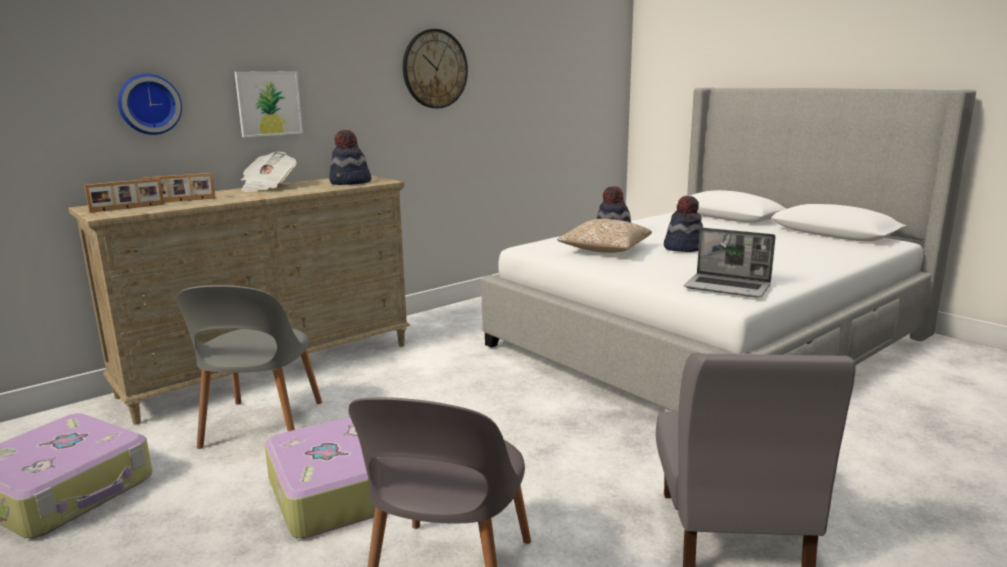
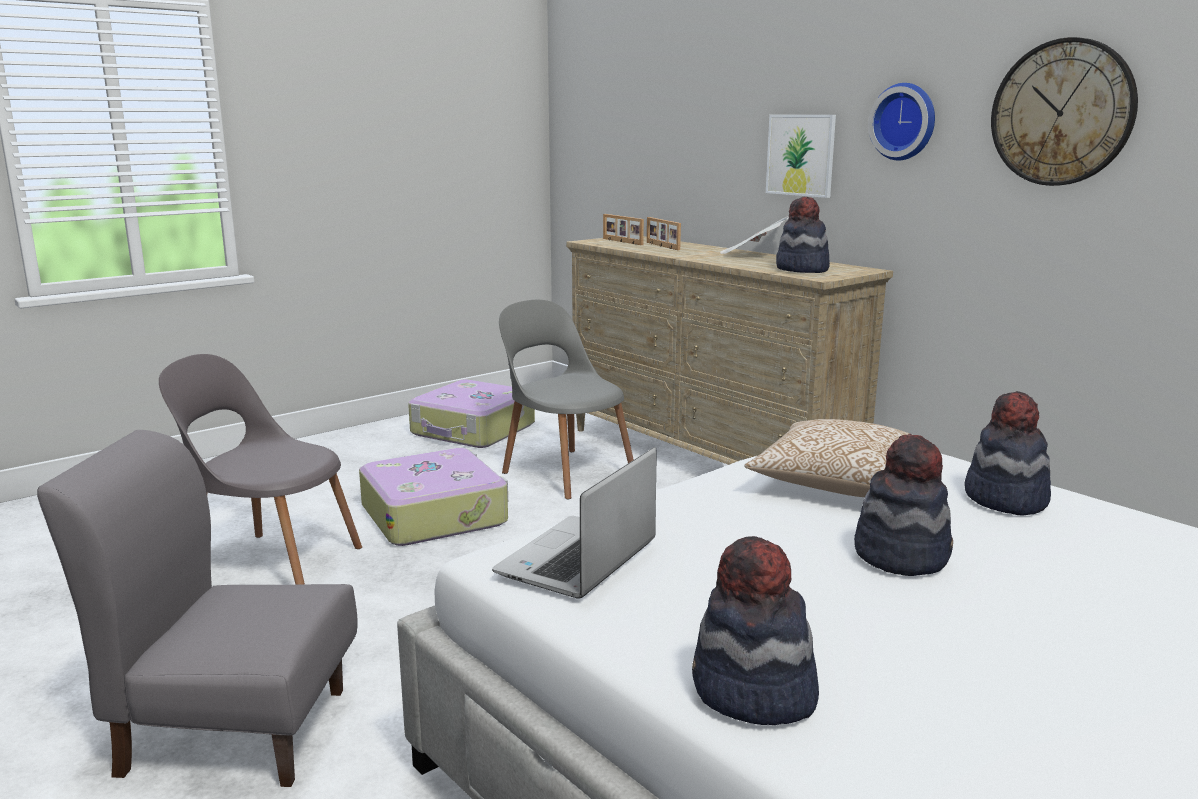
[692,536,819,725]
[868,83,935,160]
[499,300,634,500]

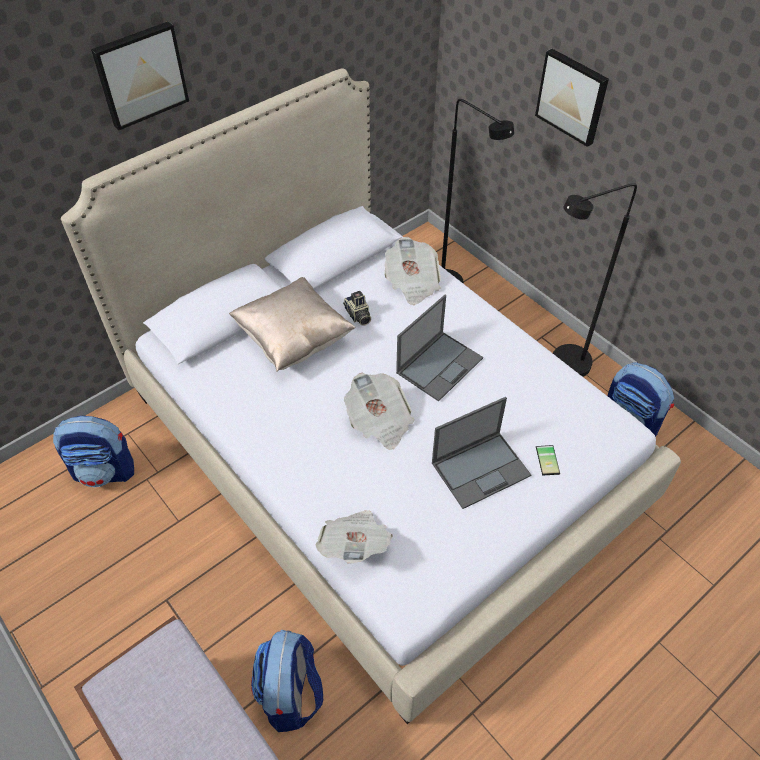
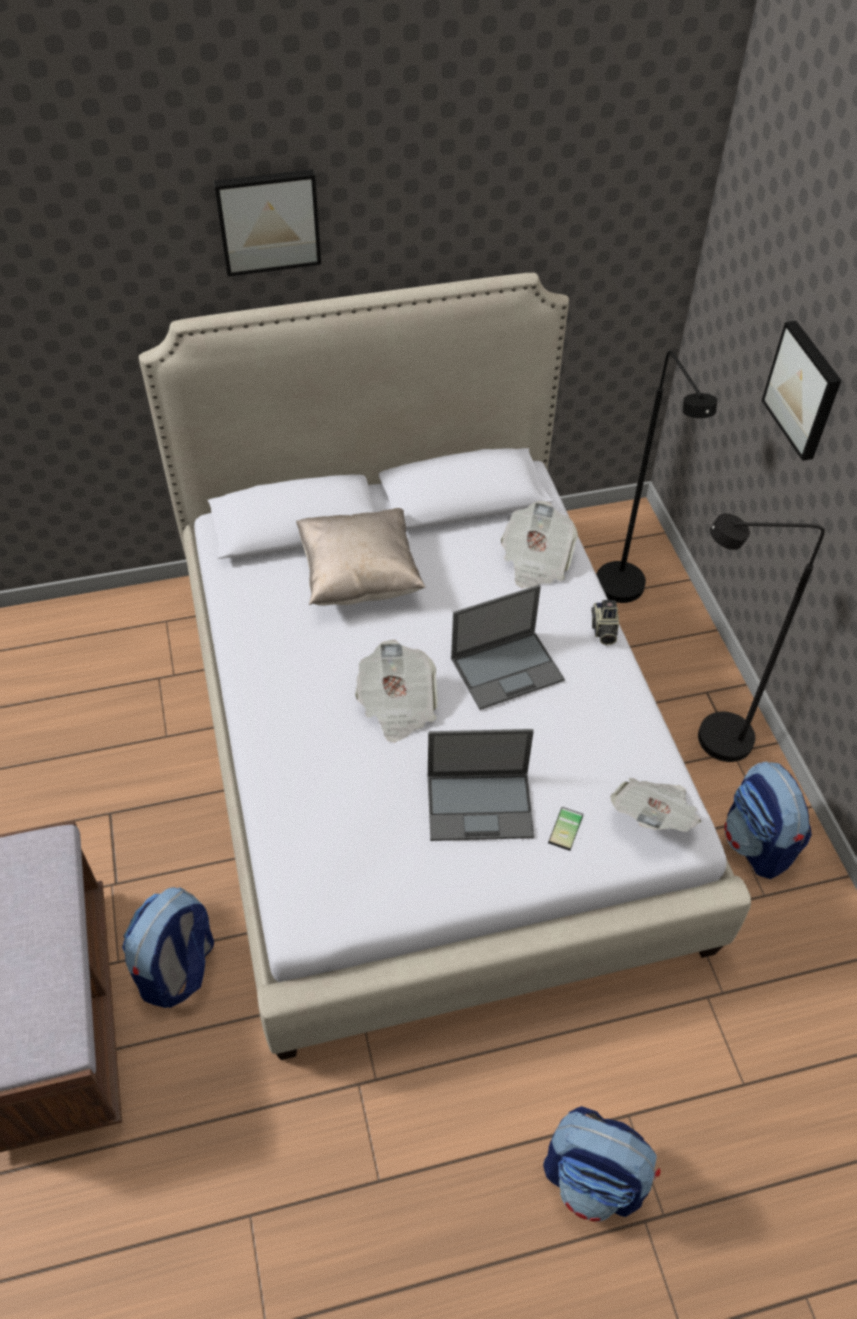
[543,1106,660,1222]
[610,778,701,832]
[591,600,619,645]

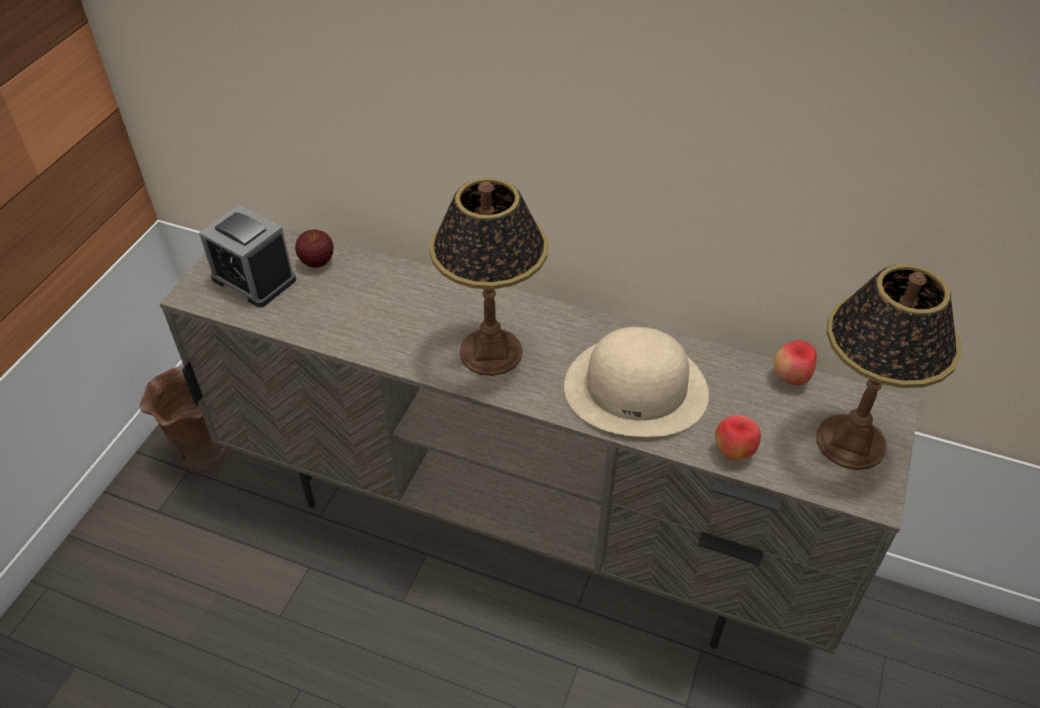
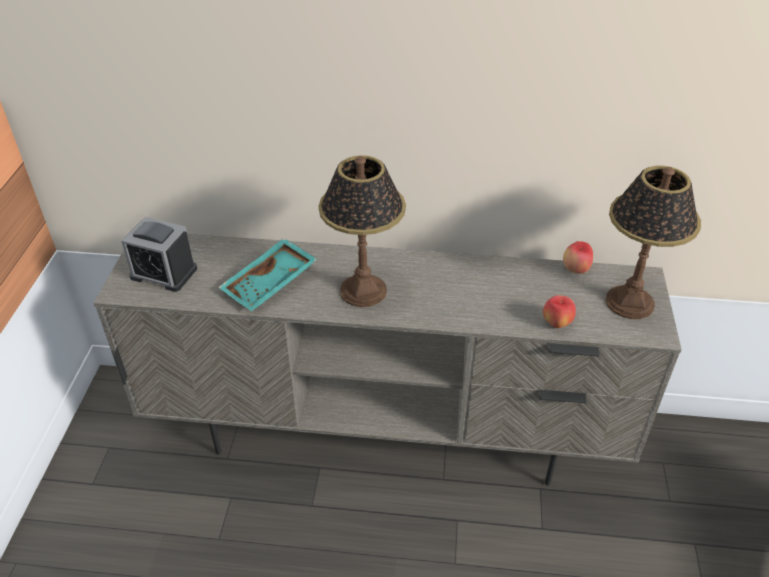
[140,366,229,473] (first image)
[295,230,334,268] (first image)
[564,327,709,437] (first image)
[218,238,318,311]

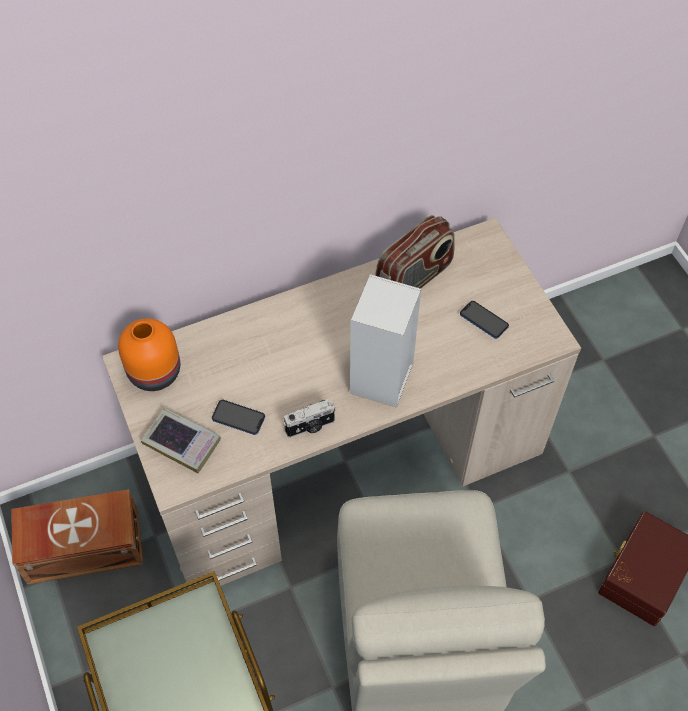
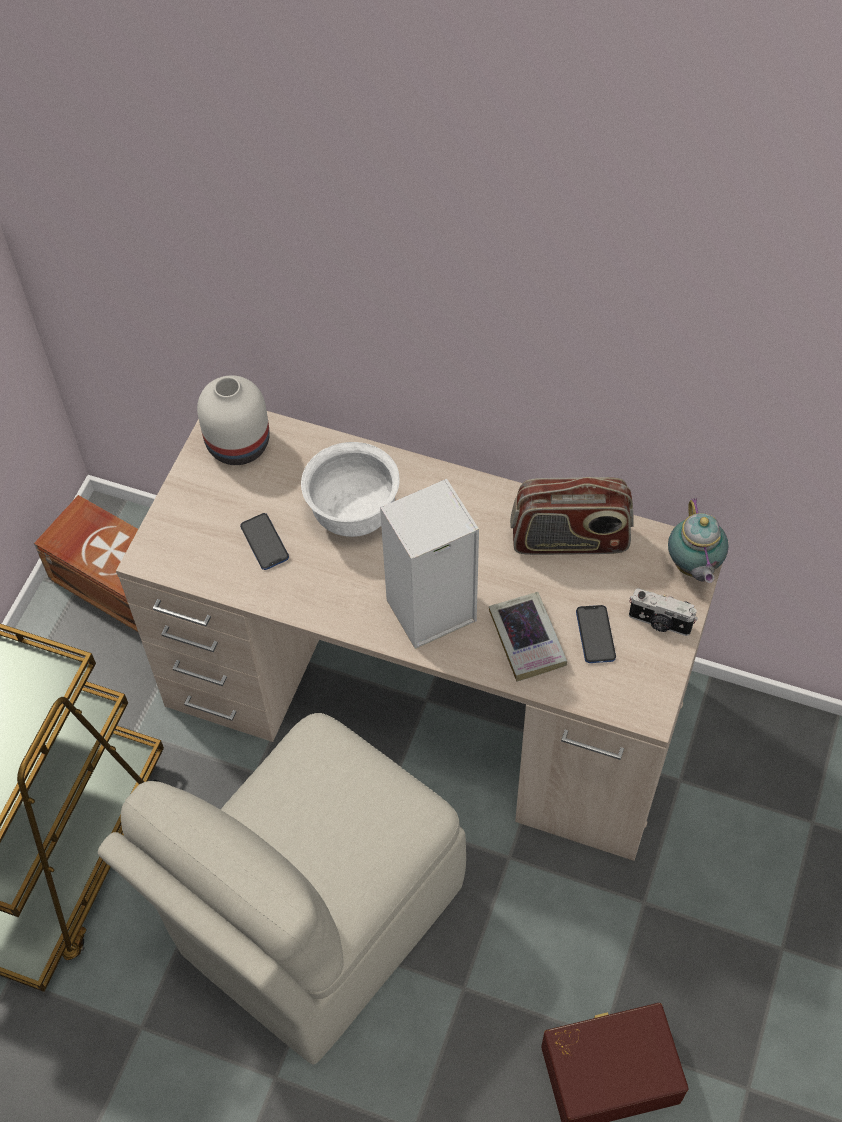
[301,442,400,537]
[668,498,728,583]
[489,592,567,682]
[629,588,698,636]
[197,375,270,465]

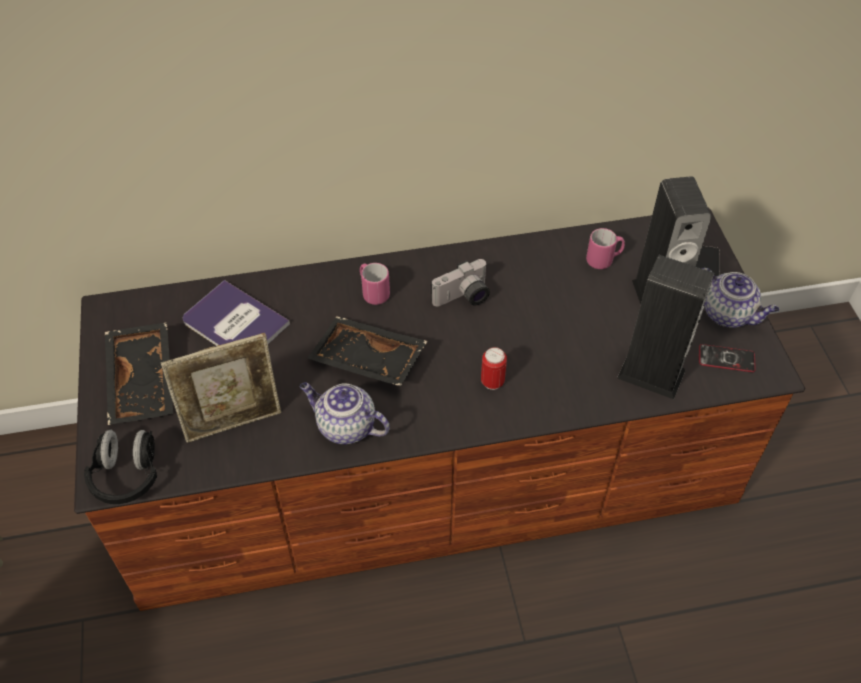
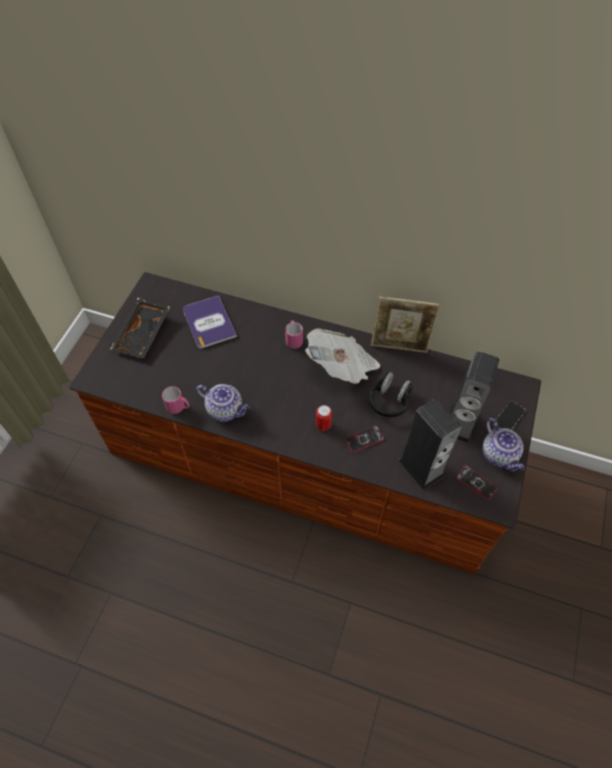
[307,316,428,386] (first image)
[345,426,385,453]
[368,372,413,417]
[371,296,441,353]
[162,386,189,414]
[305,328,380,384]
[196,384,250,422]

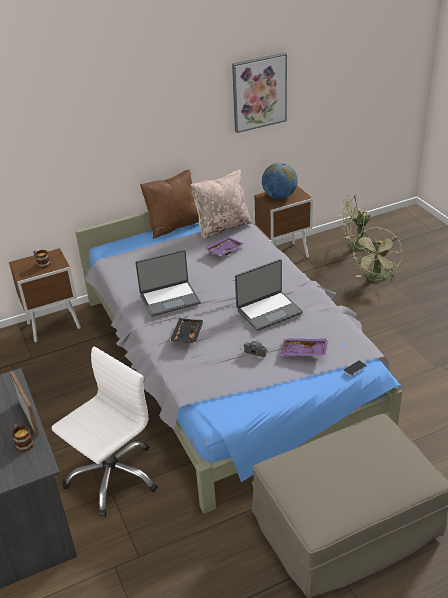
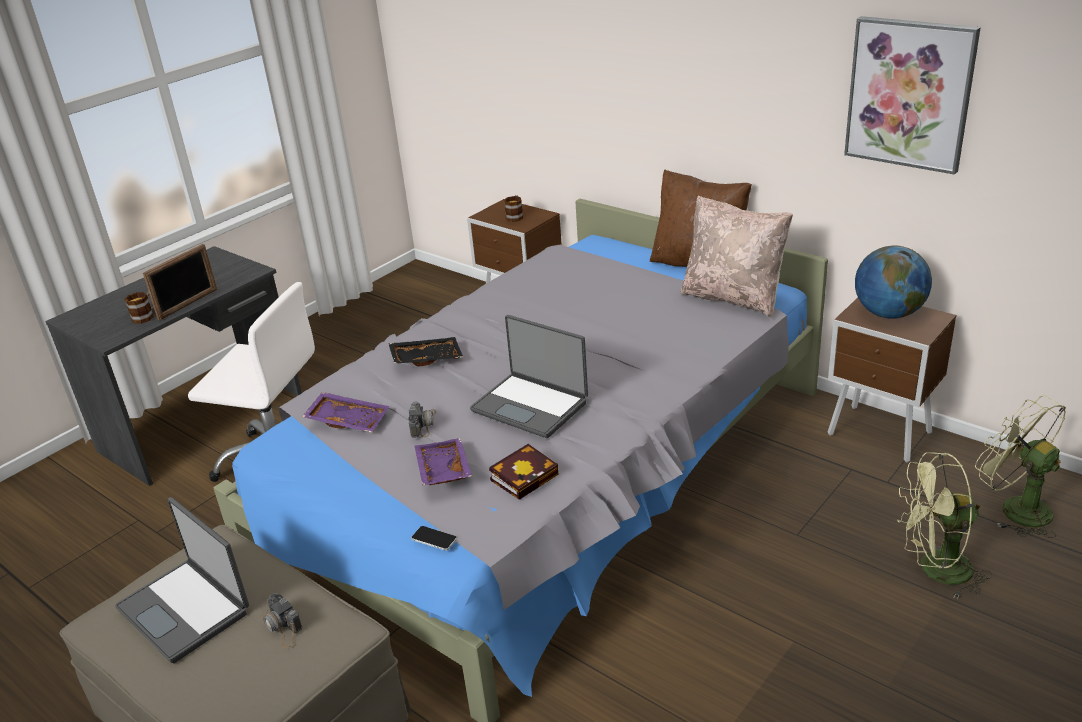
[262,593,302,648]
[489,444,559,500]
[115,497,249,663]
[302,392,390,433]

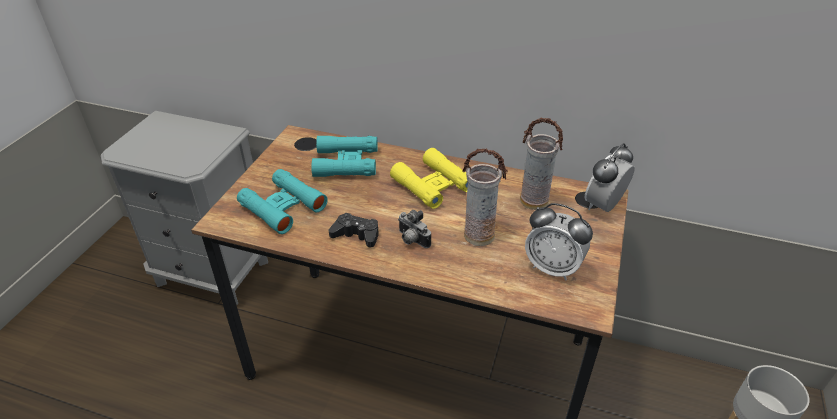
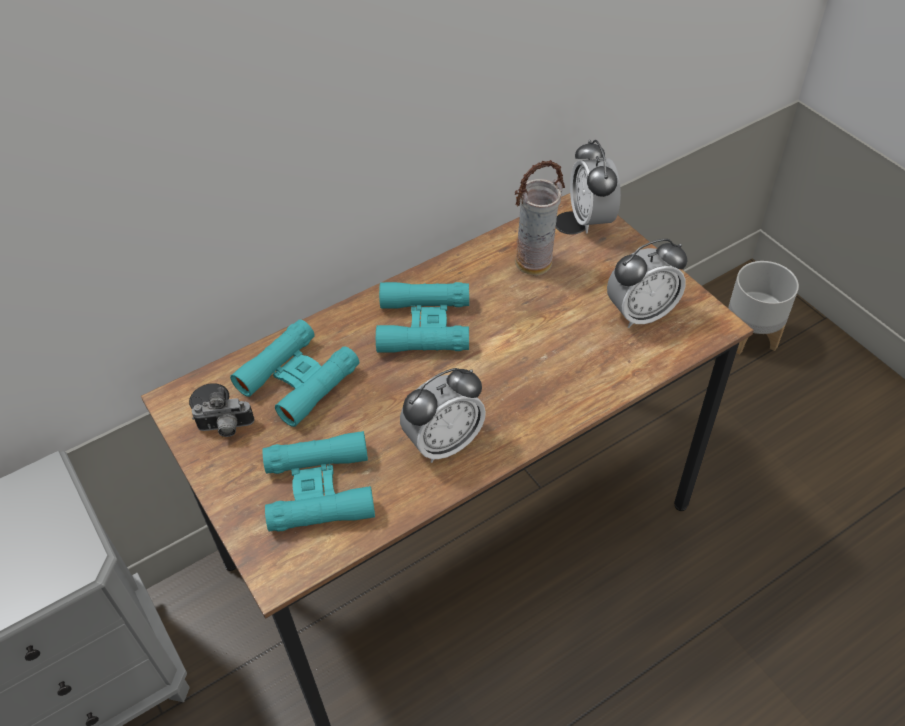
[462,149,508,246] (first image)
[192,387,255,437]
[400,368,486,463]
[376,282,469,353]

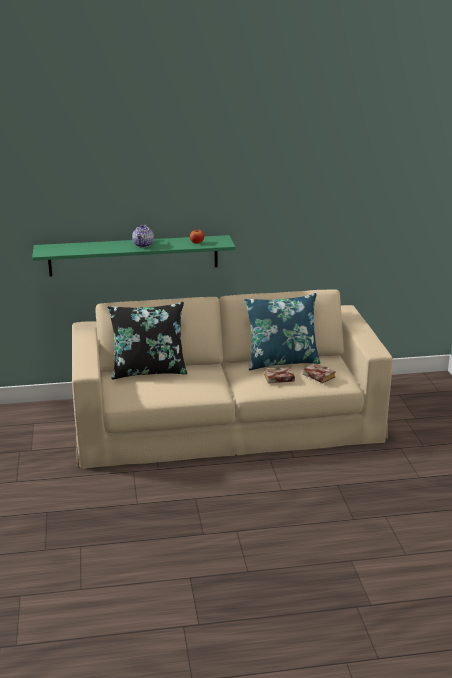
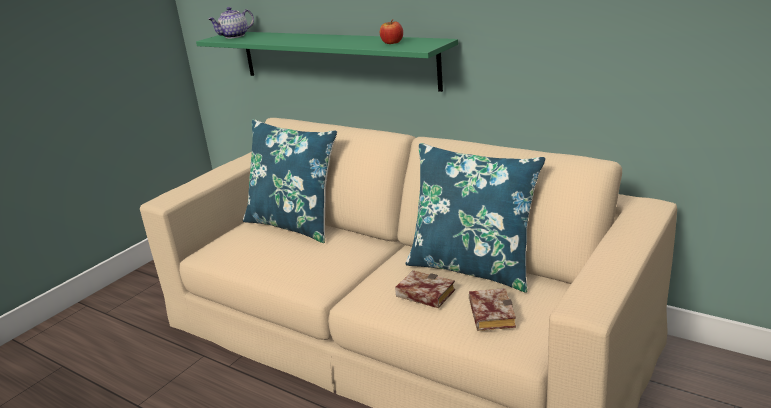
[208,7,254,39]
[243,119,337,243]

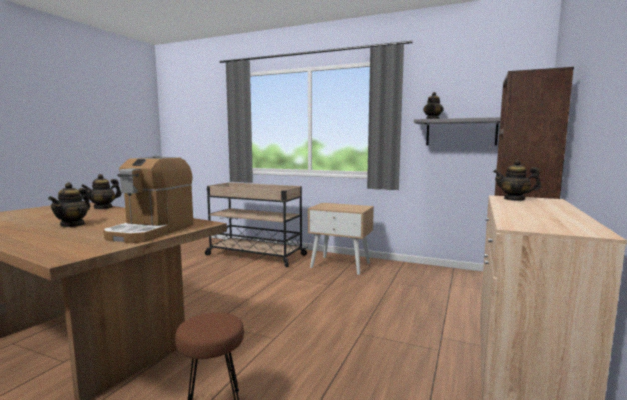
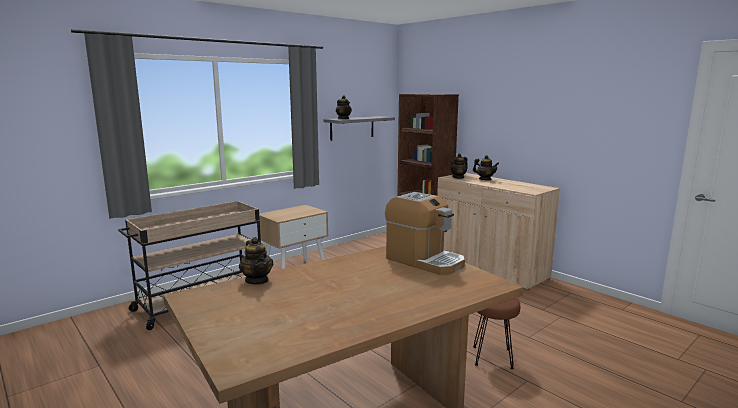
[473,155,499,180]

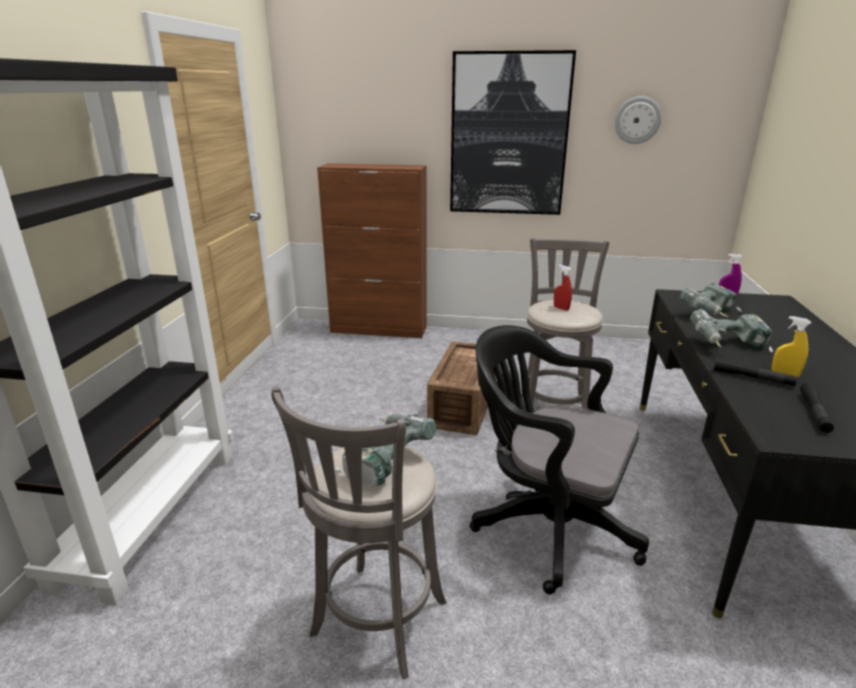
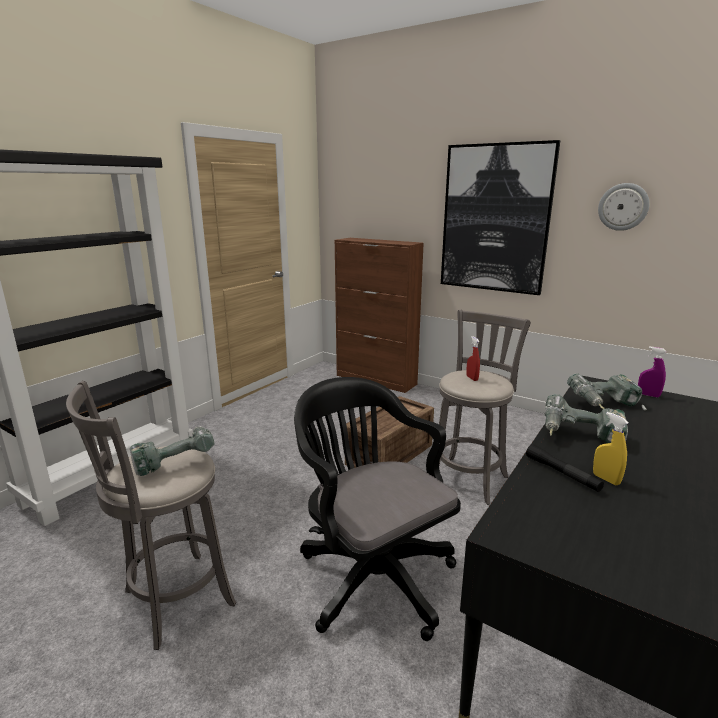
[800,382,834,433] (first image)

